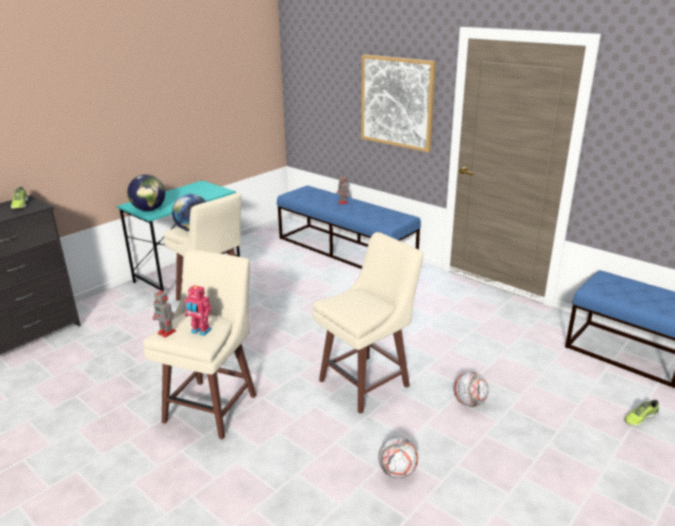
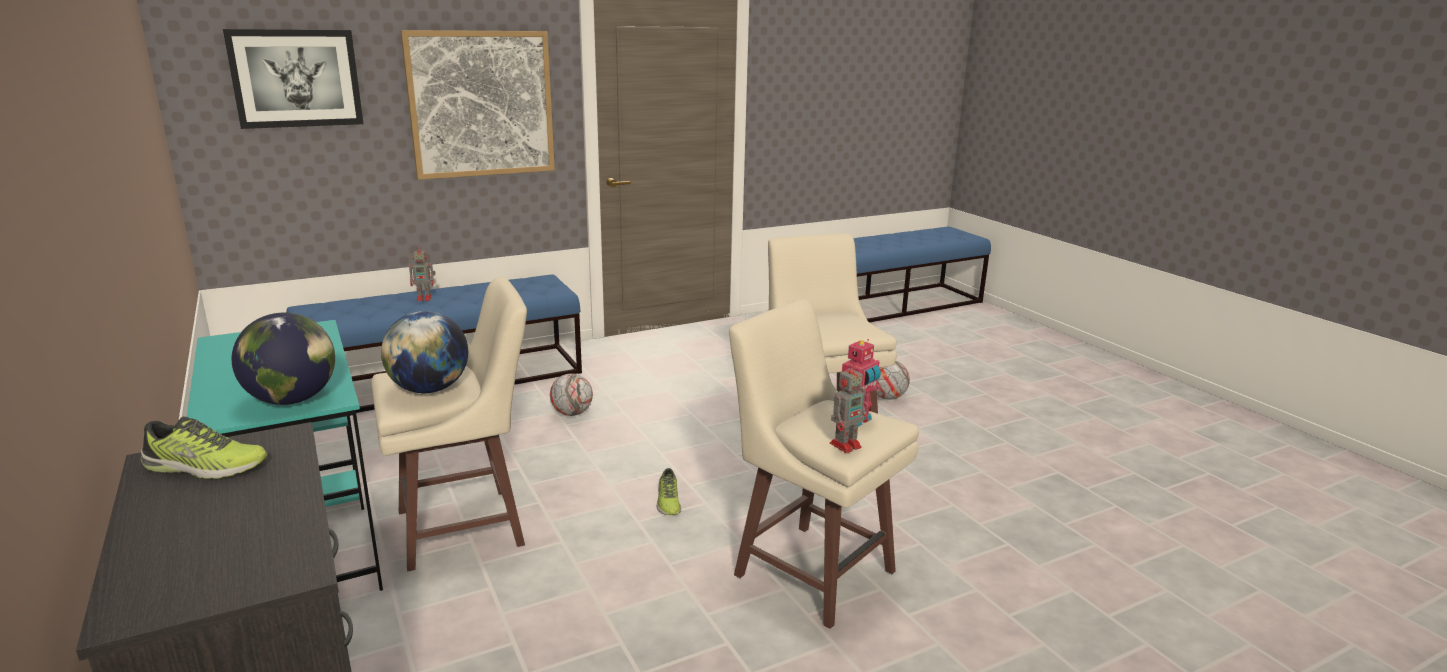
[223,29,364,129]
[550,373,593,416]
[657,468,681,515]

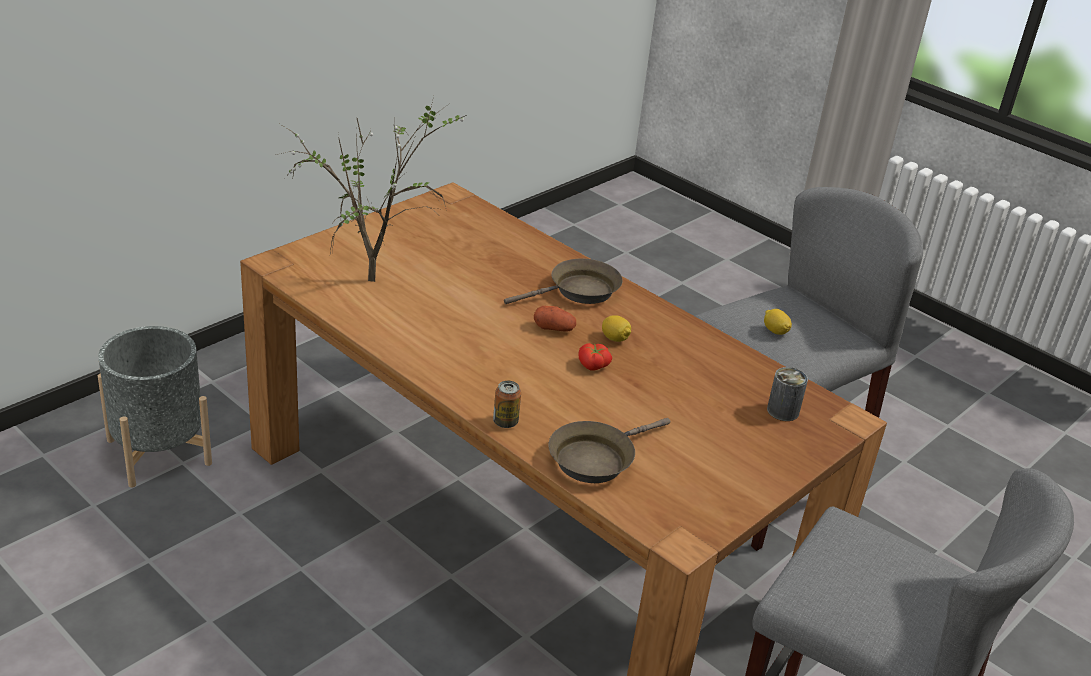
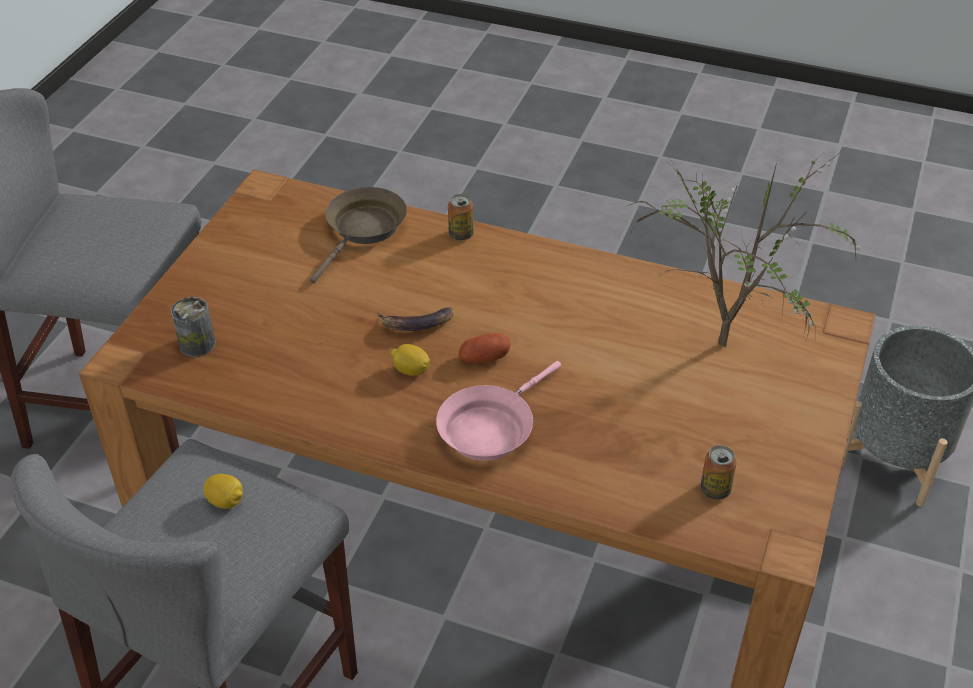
[701,446,737,500]
[377,307,453,331]
[436,361,561,461]

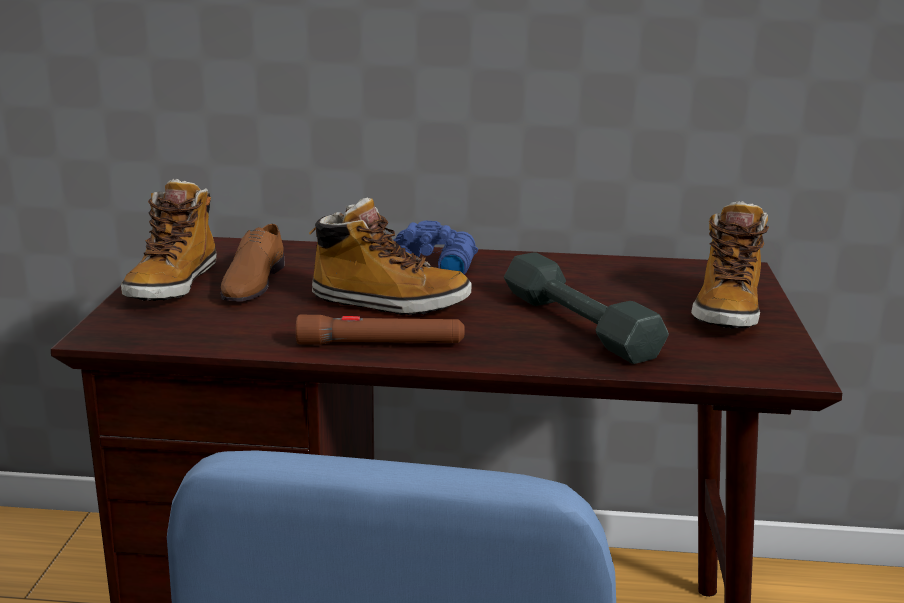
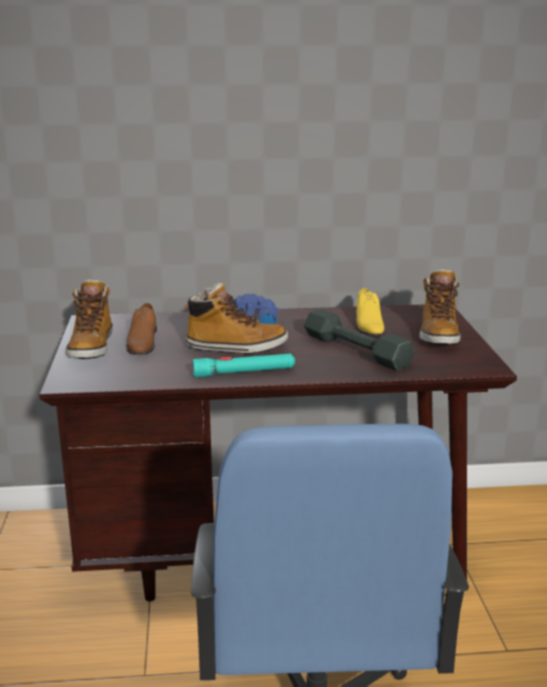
[356,288,385,336]
[192,354,295,377]

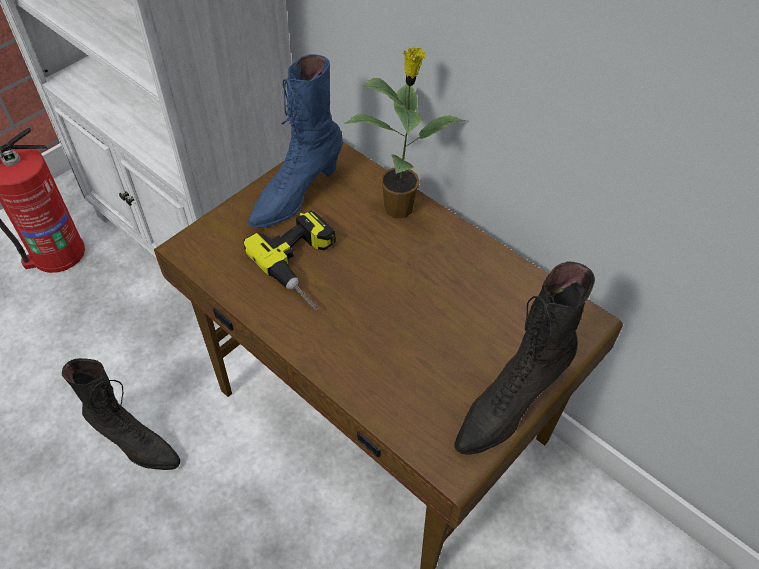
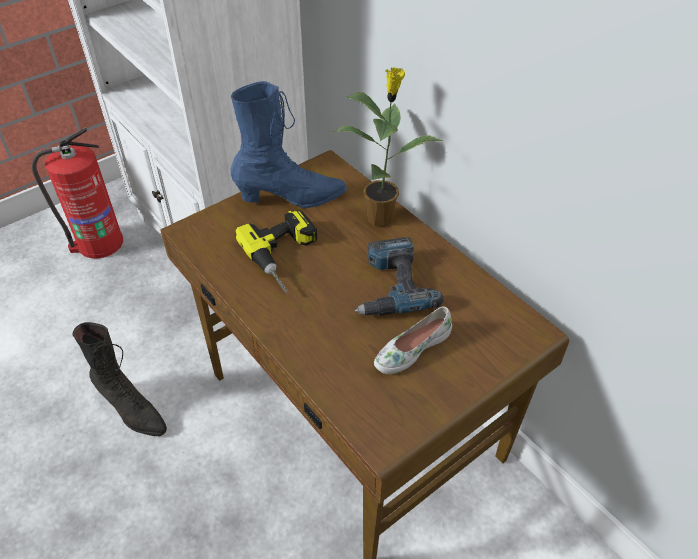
[454,261,595,455] (first image)
[354,237,444,316]
[374,306,452,374]
[231,81,347,208]

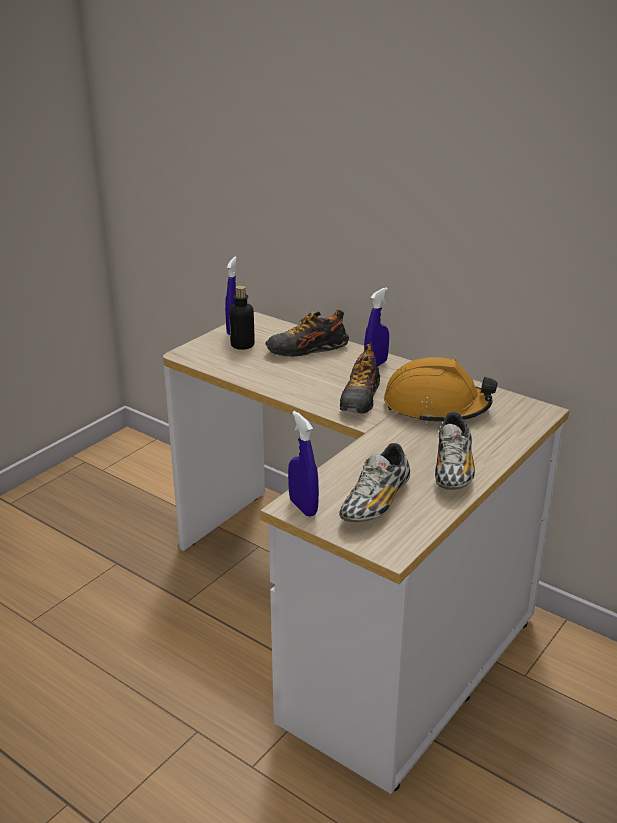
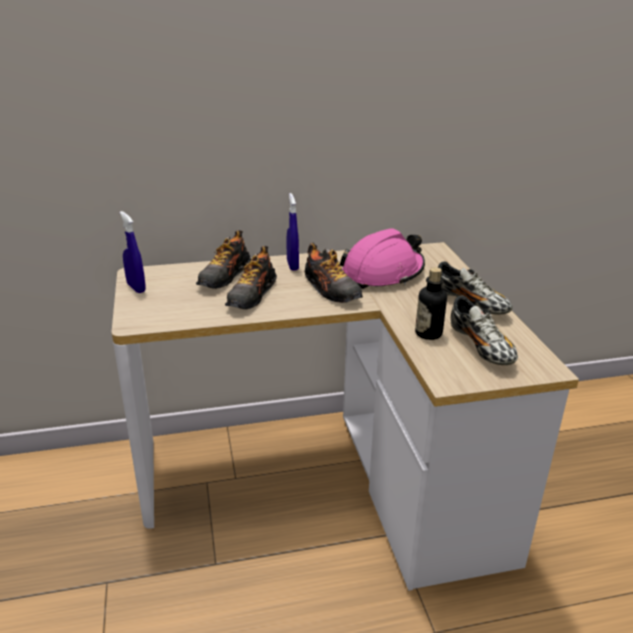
[288,411,319,517] (first image)
[225,246,277,310]
[415,267,447,340]
[340,229,425,289]

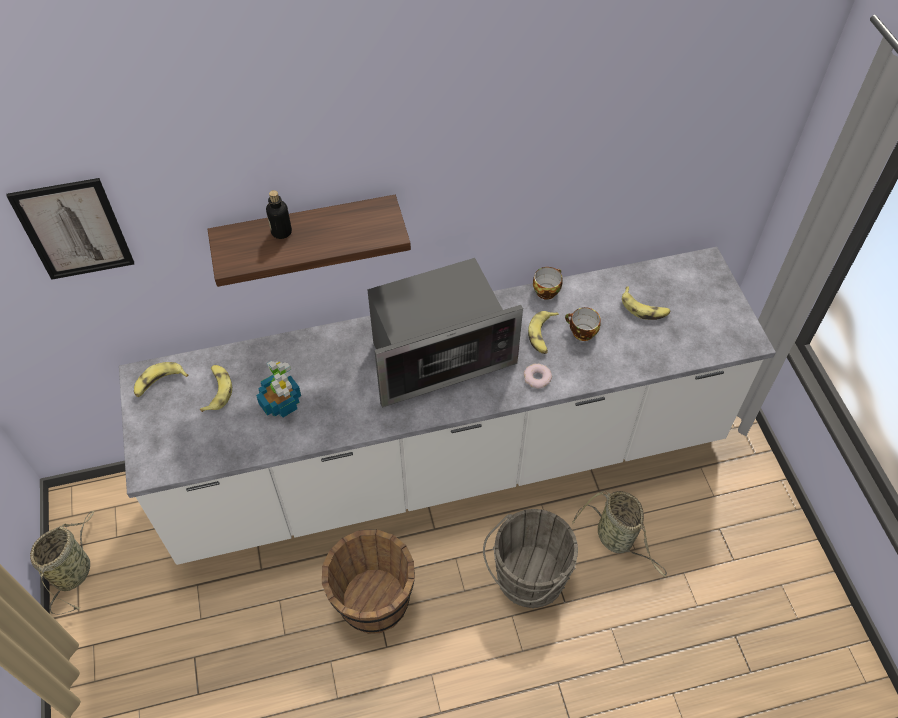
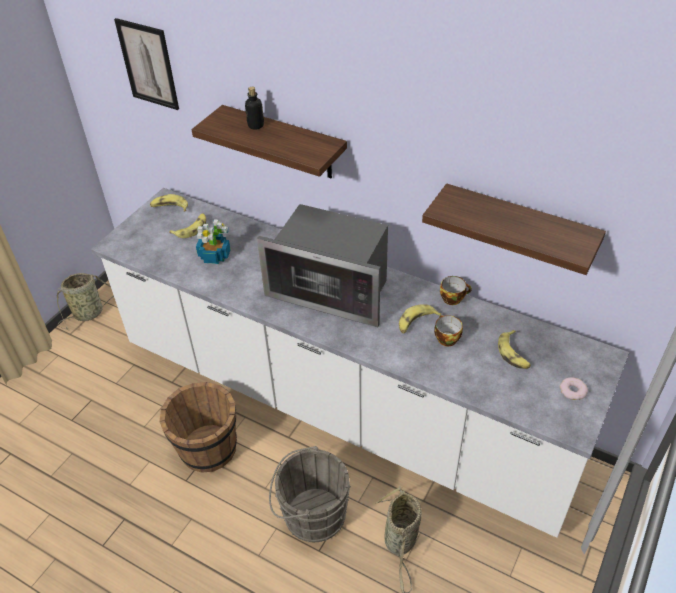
[422,183,606,275]
[559,377,588,400]

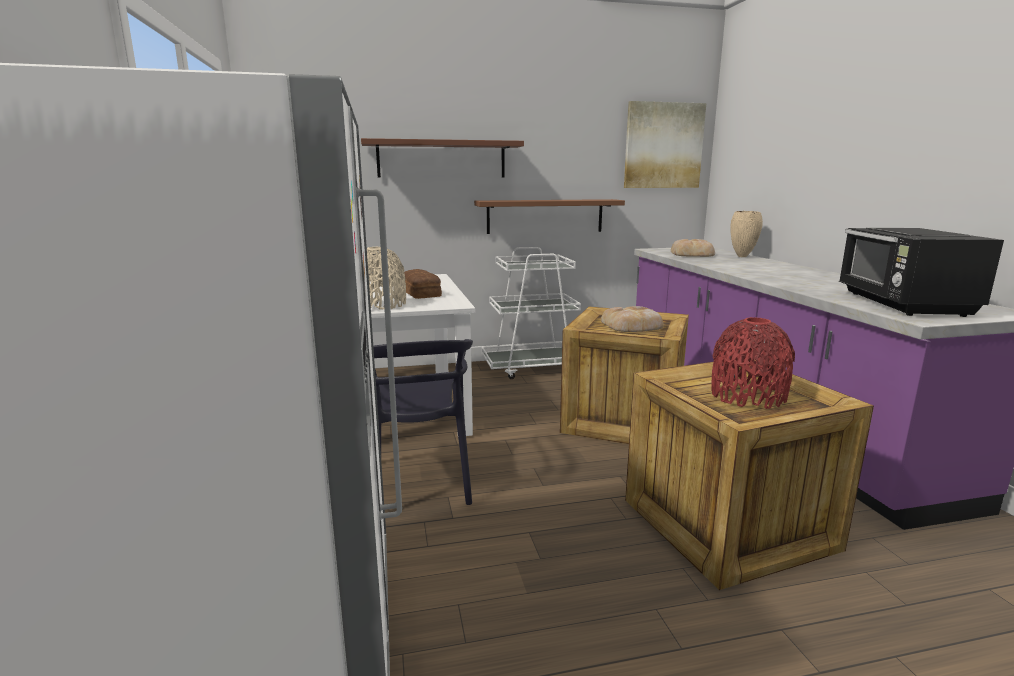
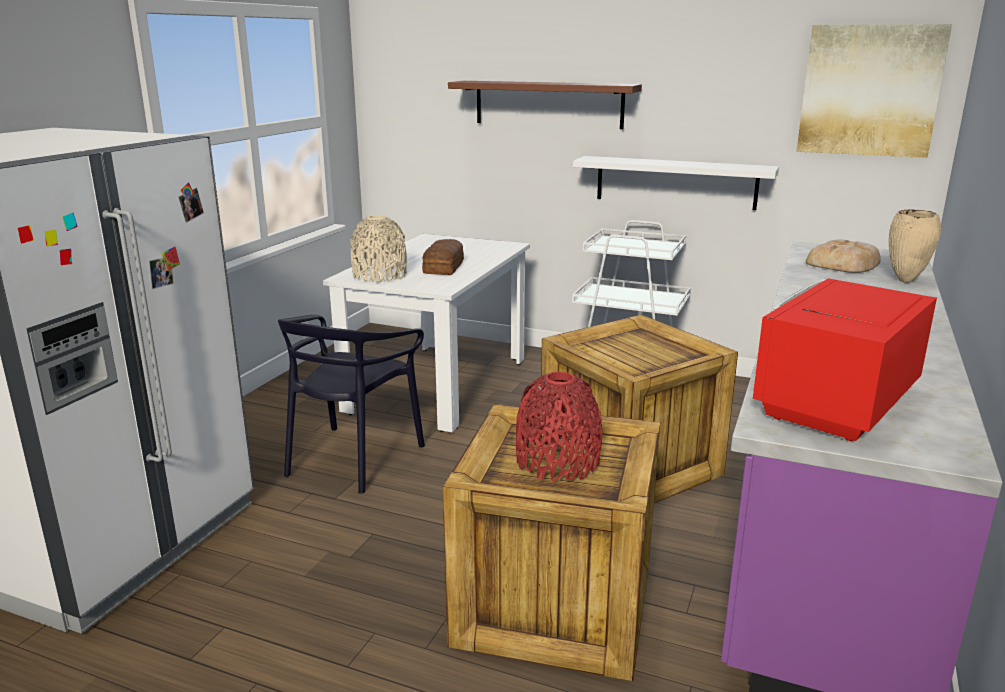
[601,306,664,332] (first image)
[573,156,779,210]
[753,278,937,441]

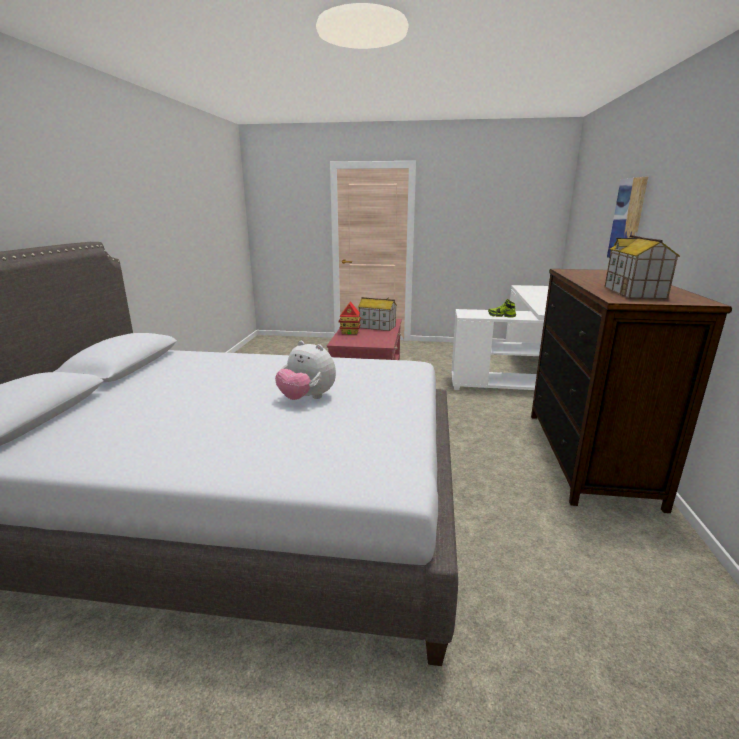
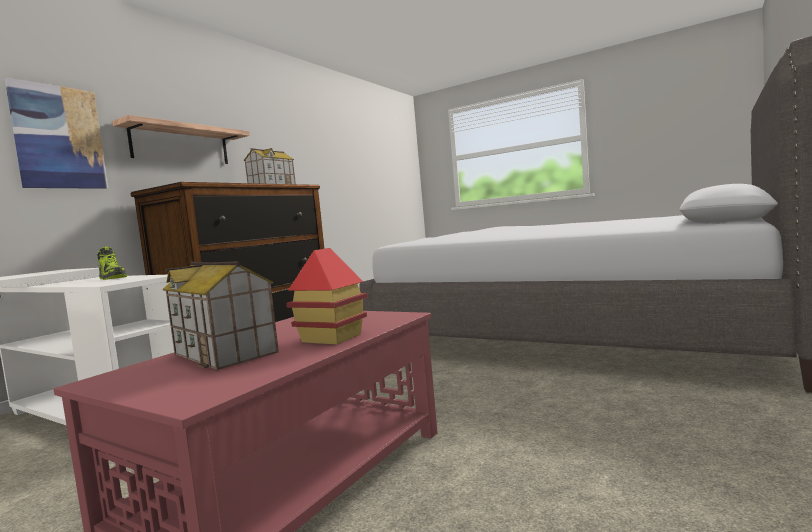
[275,341,336,400] (first image)
[112,115,250,164]

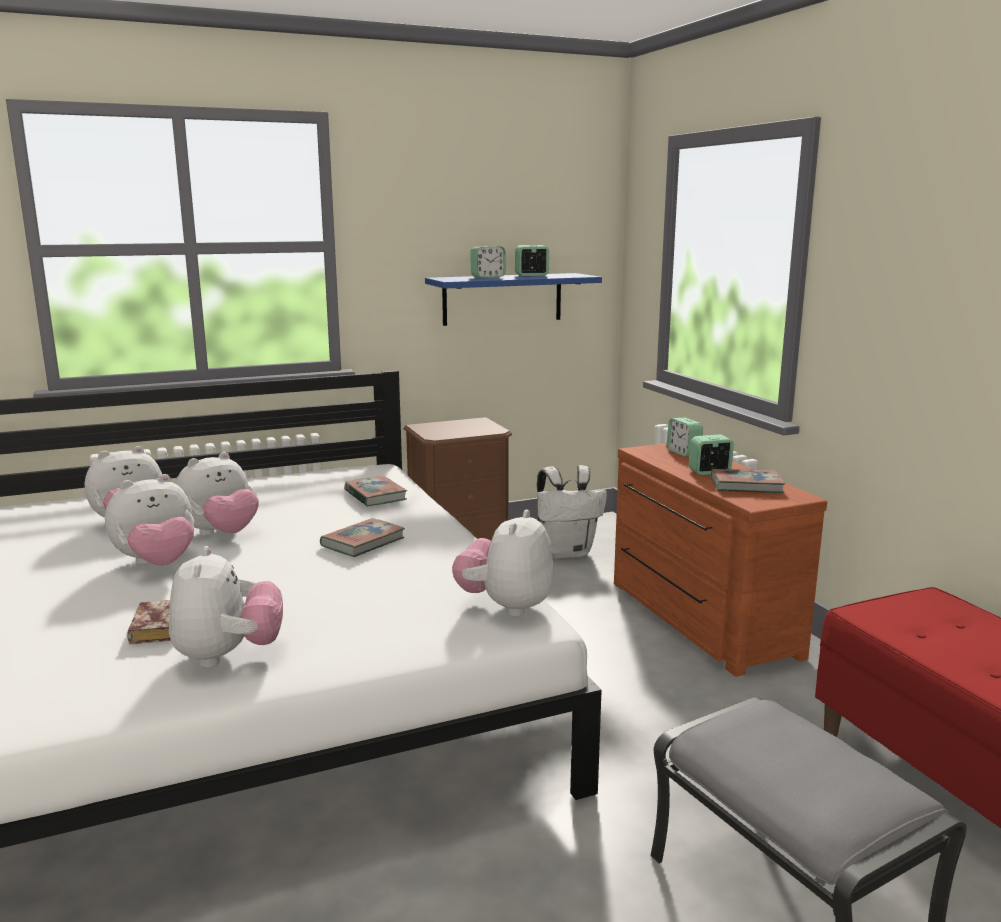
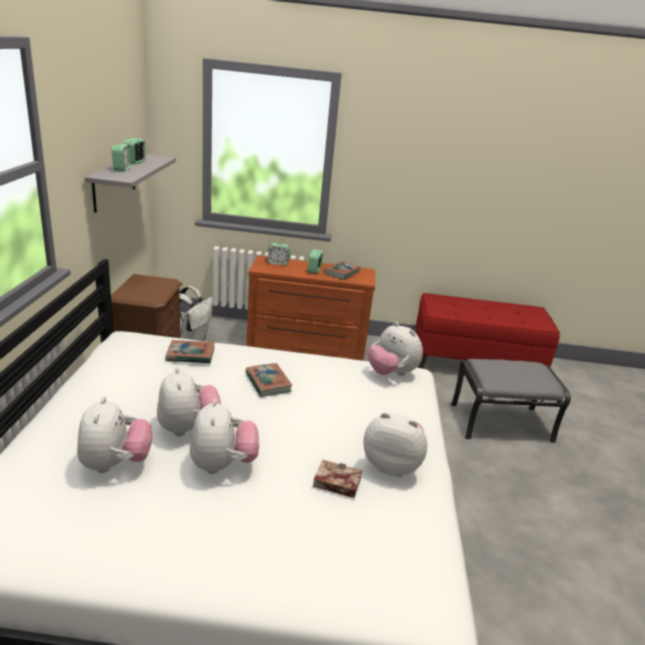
[85,154,176,213]

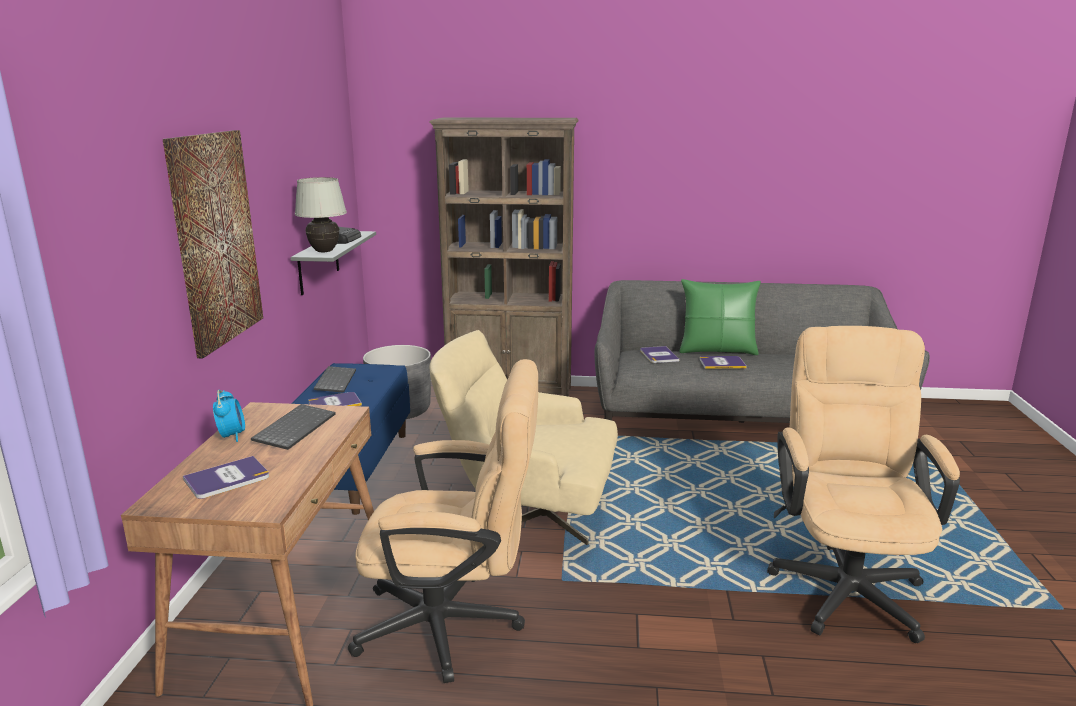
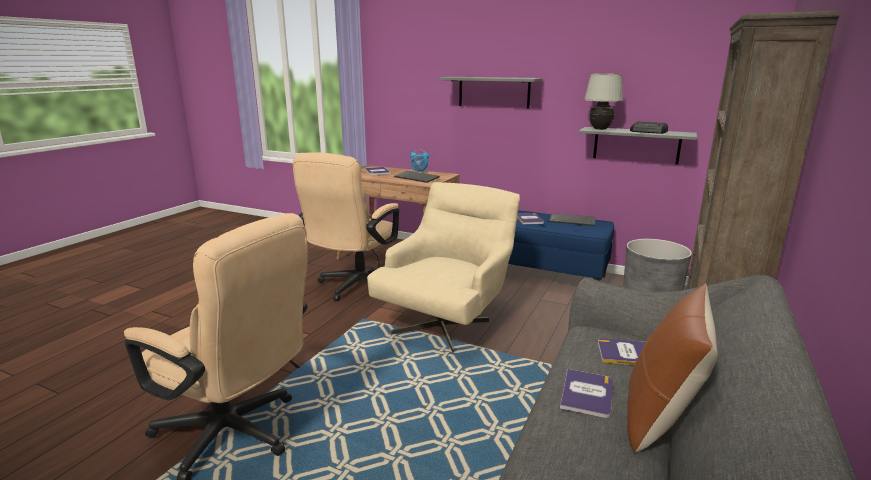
[438,77,542,109]
[627,283,718,453]

